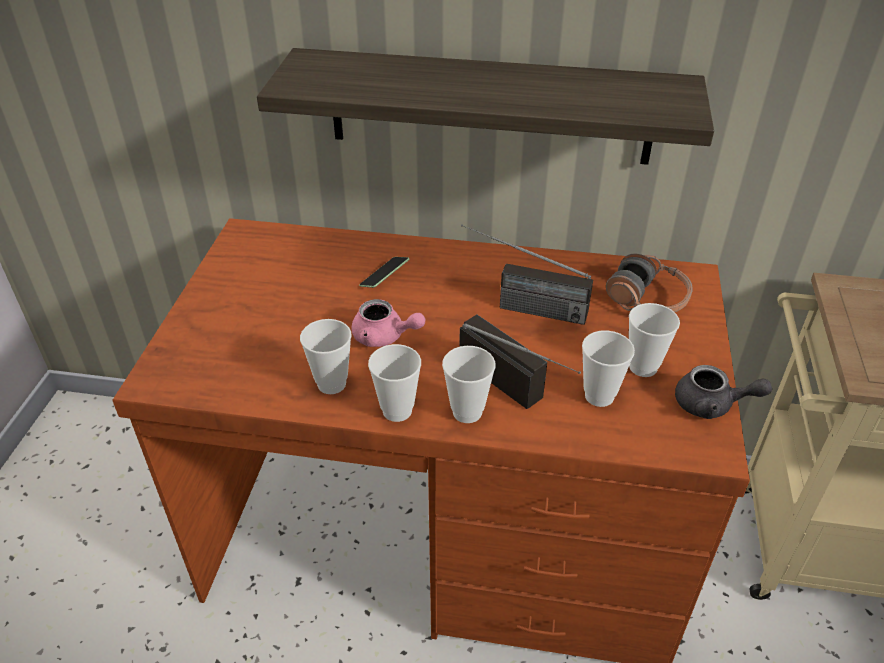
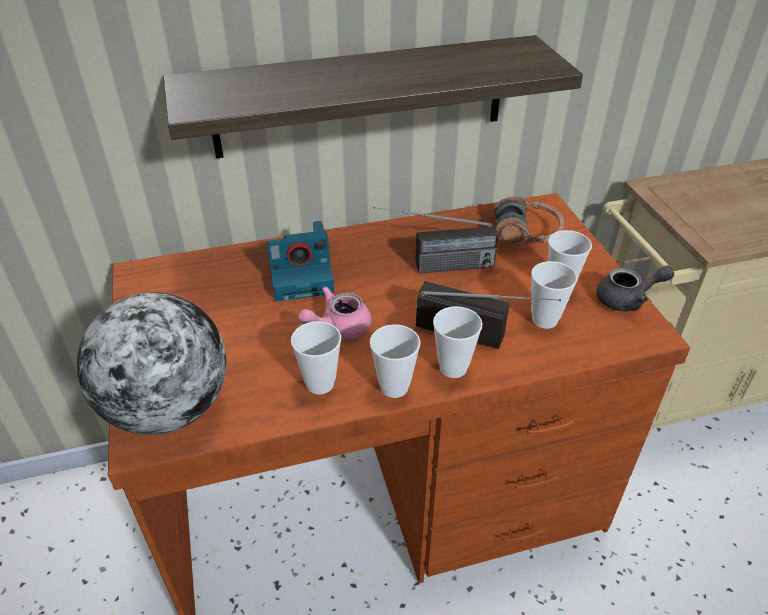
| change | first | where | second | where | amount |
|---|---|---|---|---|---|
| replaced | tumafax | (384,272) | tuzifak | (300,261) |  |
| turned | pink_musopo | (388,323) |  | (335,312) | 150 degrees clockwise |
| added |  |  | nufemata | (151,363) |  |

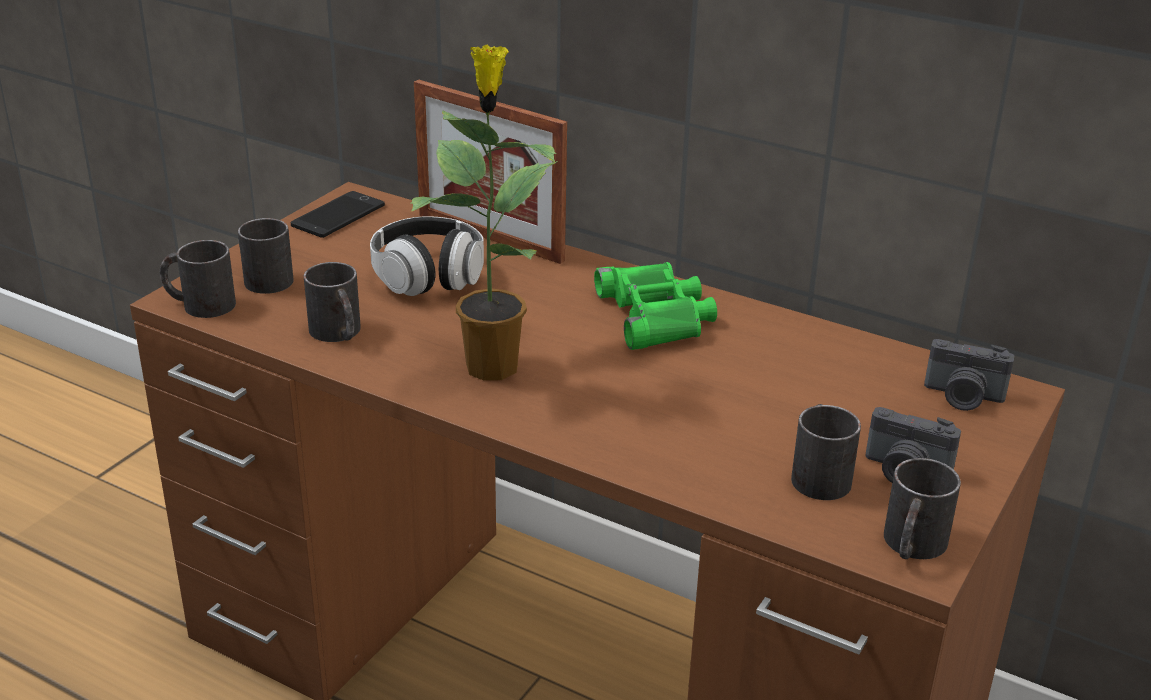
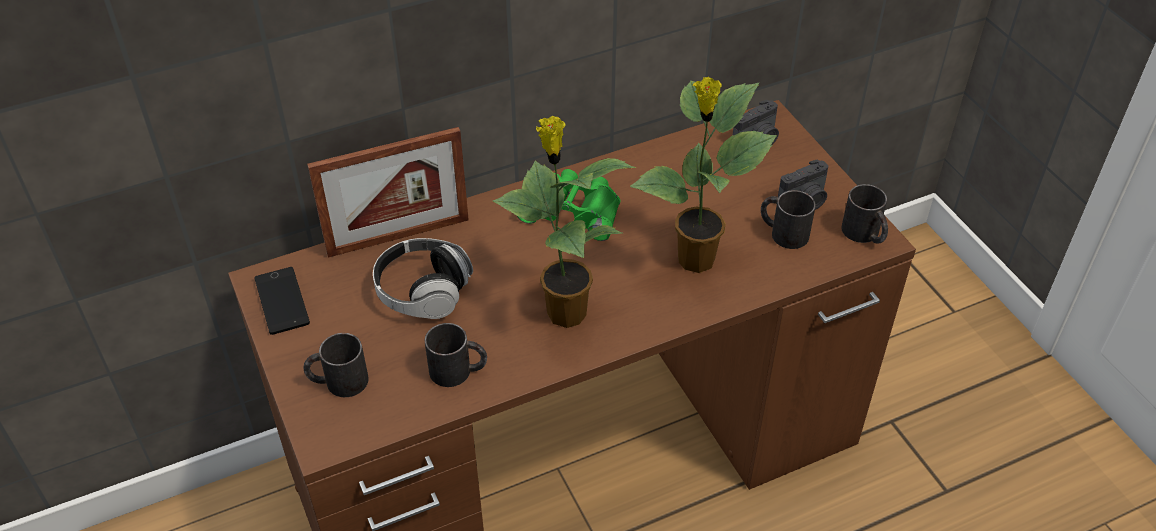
| change | first | where | second | where | amount |
|---|---|---|---|---|---|
| removed | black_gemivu | (198,279) |  |  |  |
| added |  |  | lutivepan | (703,175) |  |

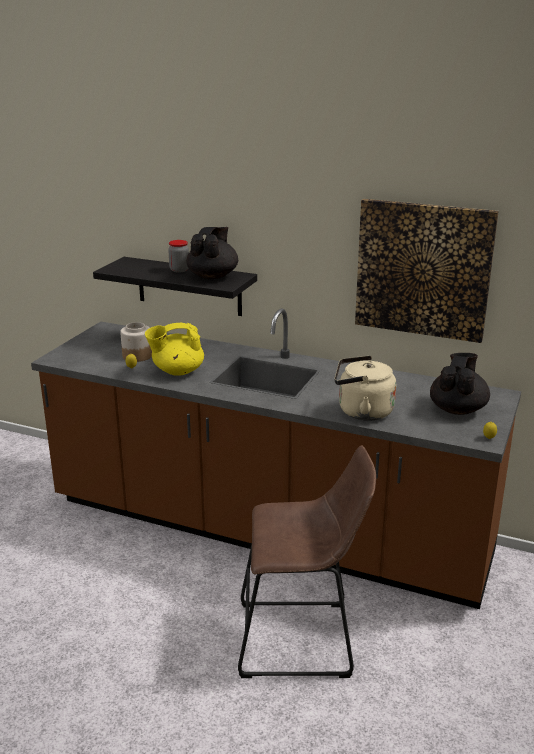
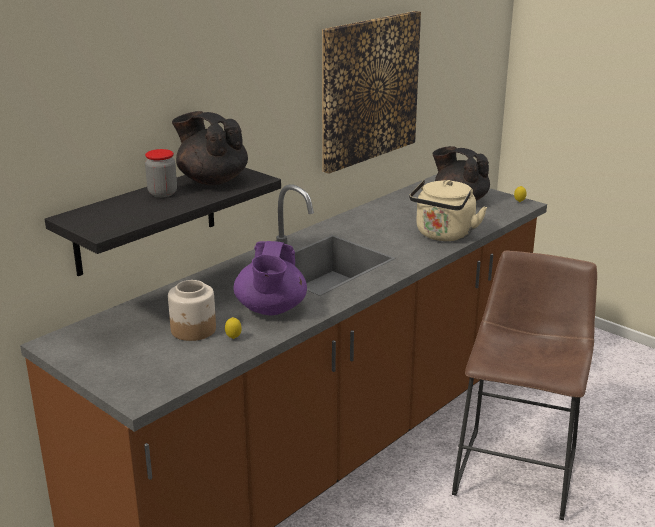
| change | first | where | second | where | amount |
|---|---|---|---|---|---|
| recoloured | yellow_musopo | (174,349) | purple_musopo | (270,278) |  |

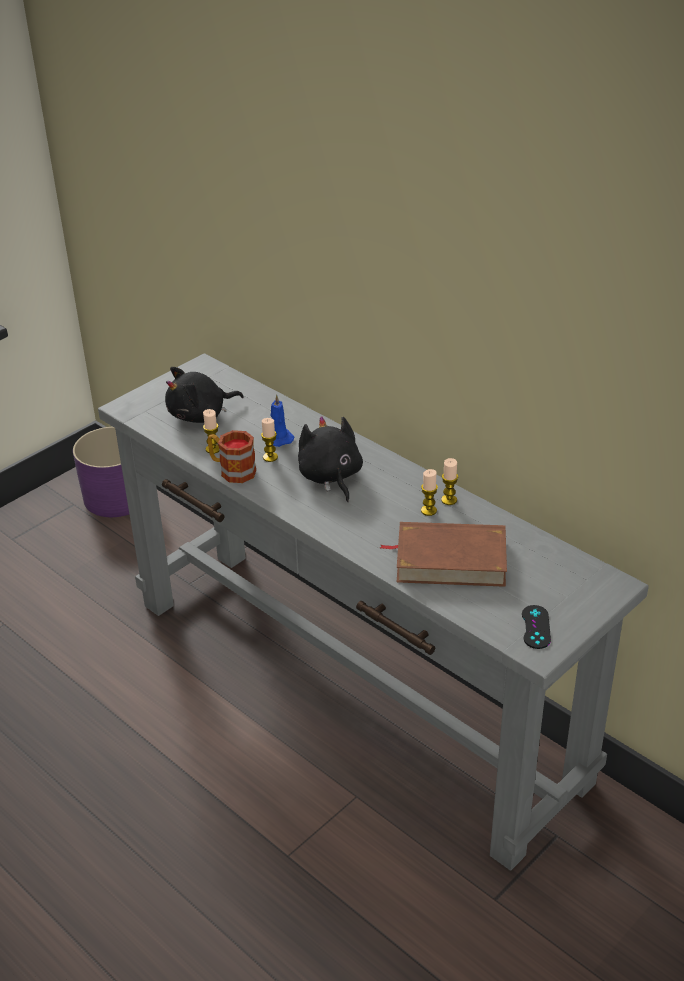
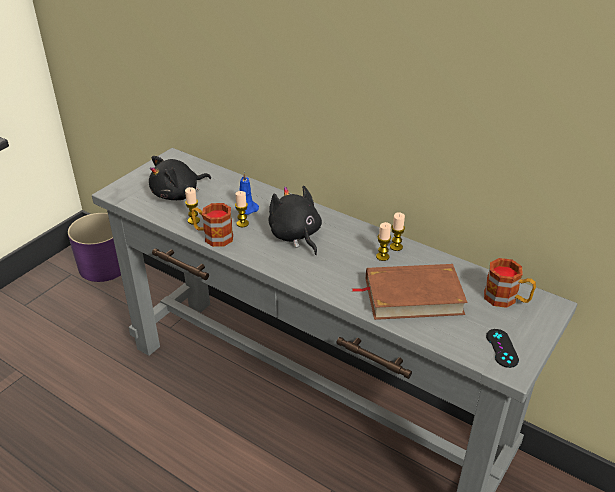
| change | first | where | second | where | amount |
|---|---|---|---|---|---|
| added |  |  | gemivu | (510,283) |  |

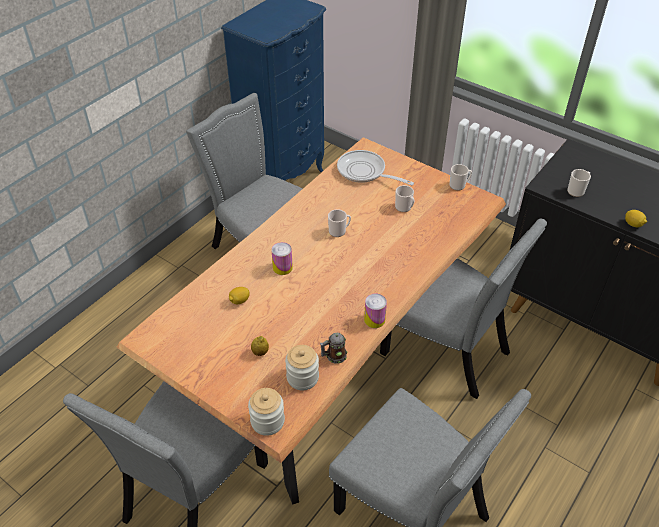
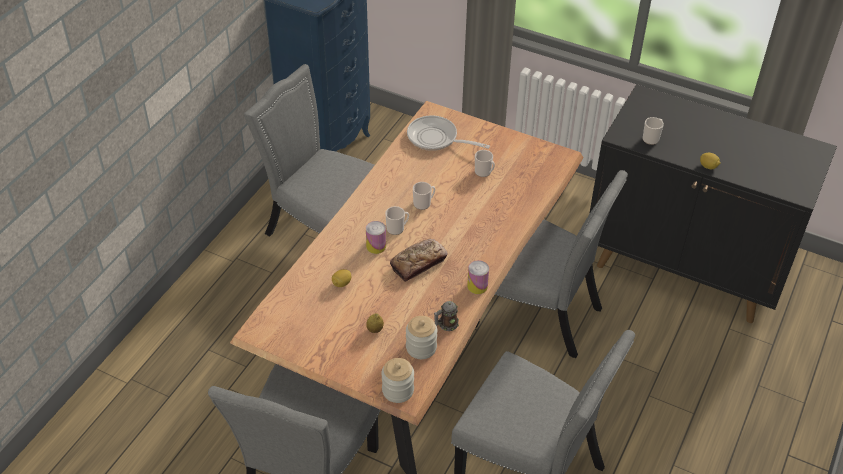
| change | first | where | second | where | amount |
|---|---|---|---|---|---|
| moved | gemivu | (461,177) |  | (397,220) |  |
| added |  |  | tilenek | (419,260) |  |

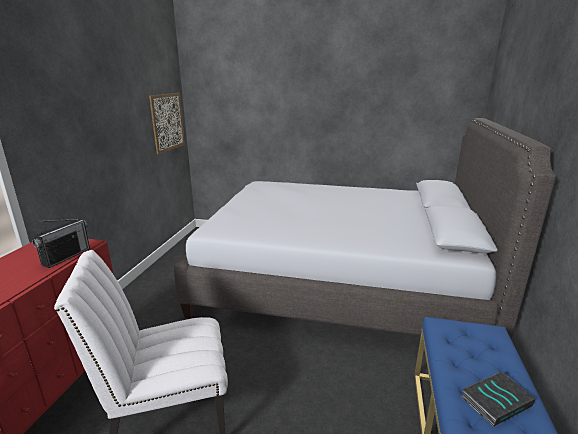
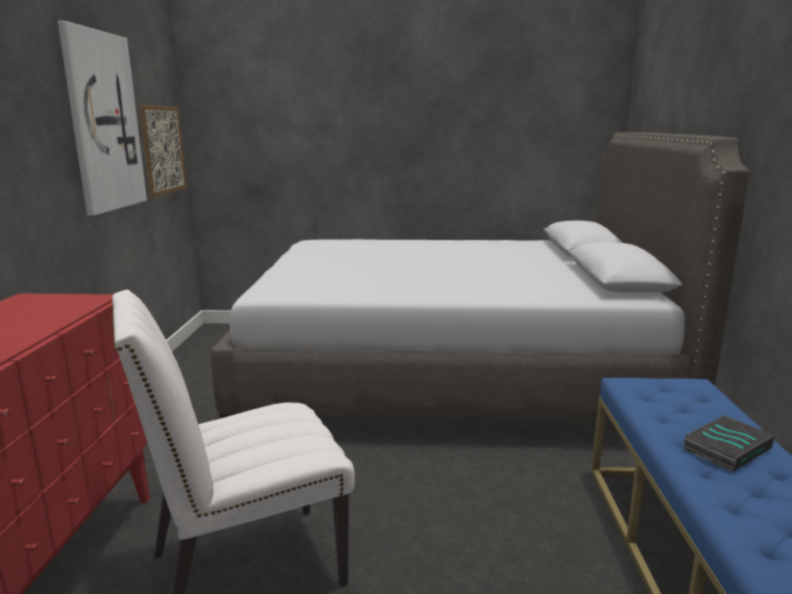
| change | first | where | second | where | amount |
|---|---|---|---|---|---|
| removed | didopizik | (61,243) |  |  |  |
| added |  |  | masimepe | (102,118) |  |

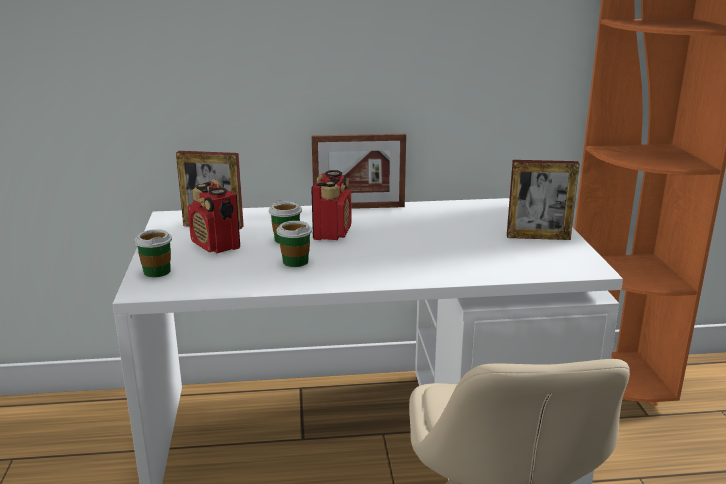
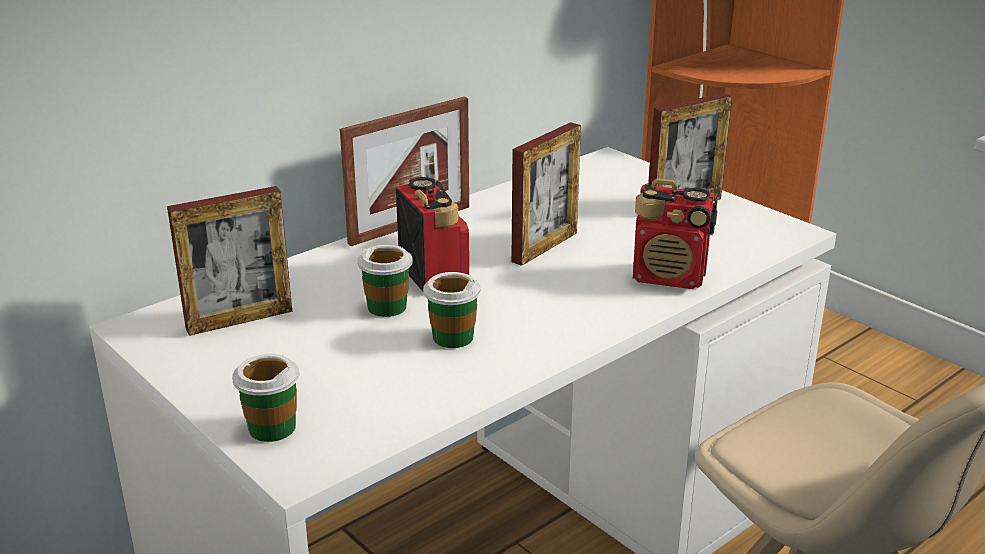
| change | first | where | second | where | amount |
|---|---|---|---|---|---|
| moved | didopizik | (214,216) |  | (675,233) |  |
| added |  |  | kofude | (546,194) |  |

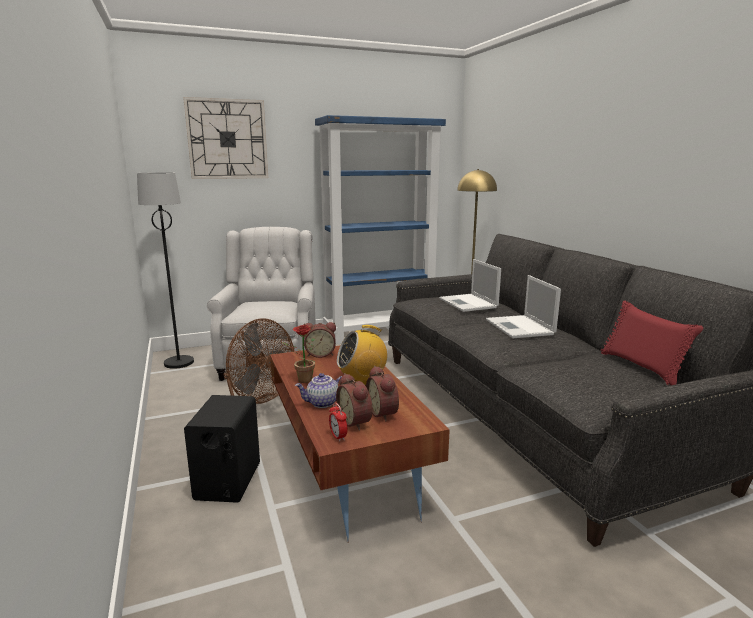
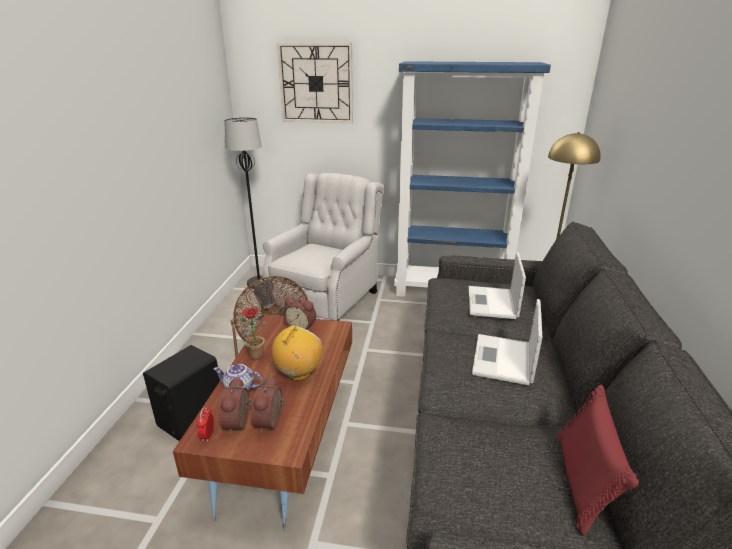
| change | first | where | second | where | amount |
|---|---|---|---|---|---|
| turned | didopizik | (362,355) |  | (297,353) | 105 degrees clockwise |

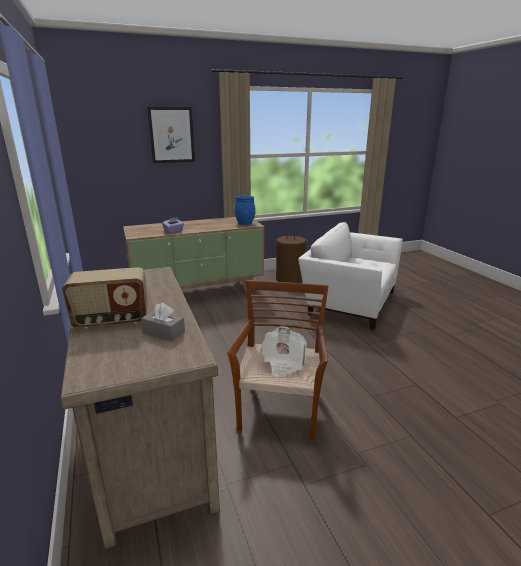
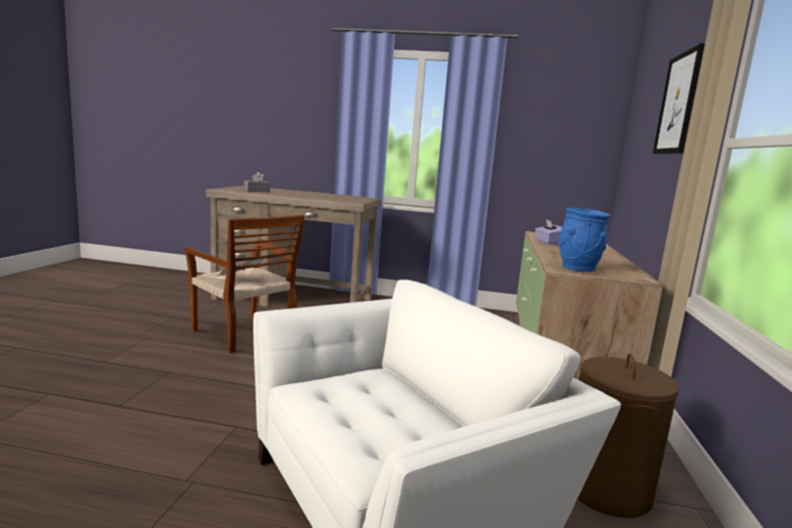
| change | first | where | second | where | amount |
|---|---|---|---|---|---|
| removed | didopizik | (105,298) |  |  |  |

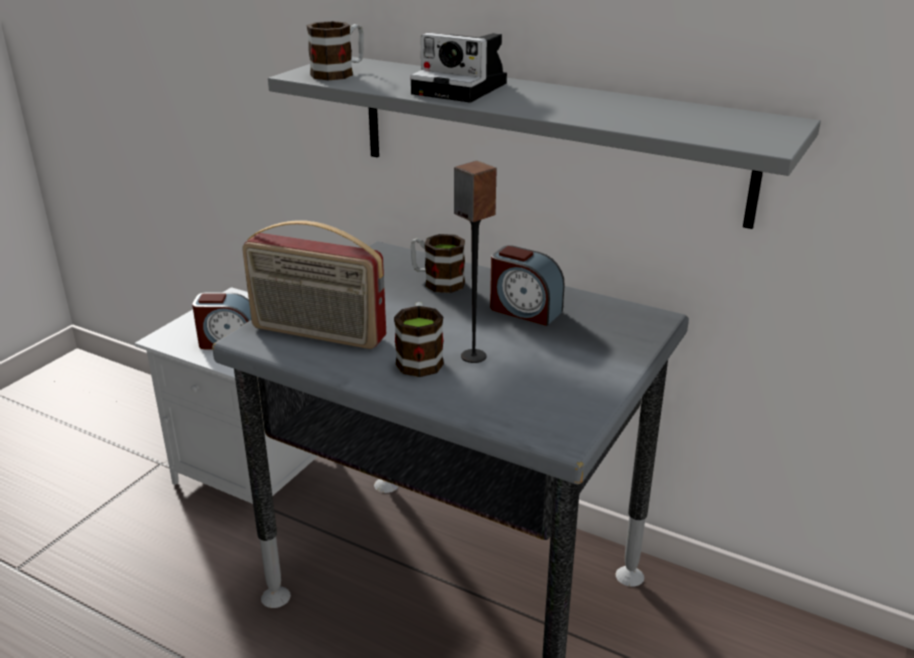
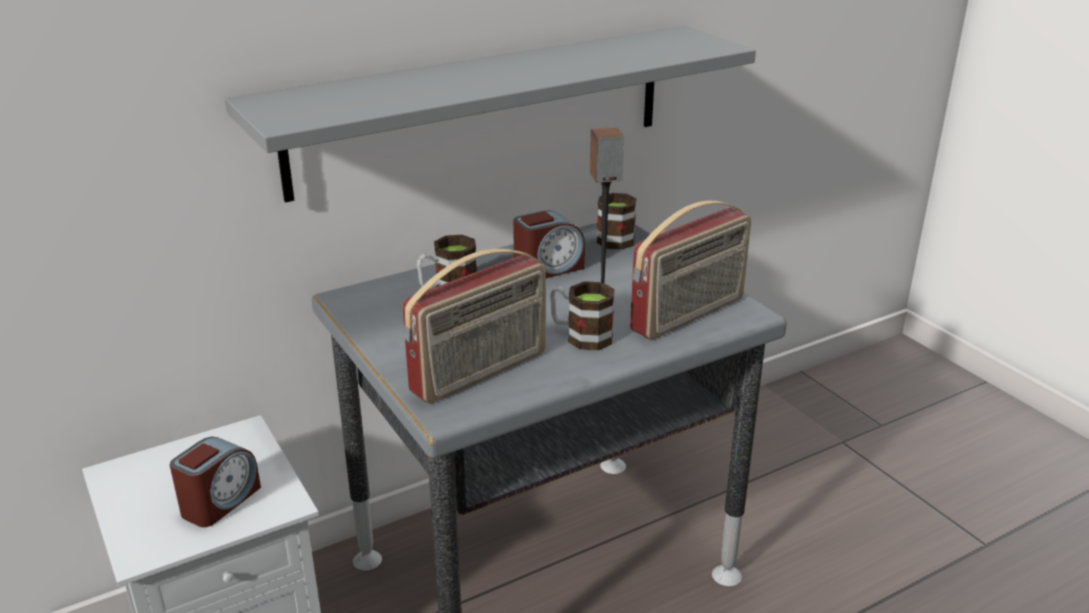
| change | first | where | second | where | amount |
|---|---|---|---|---|---|
| moved | gemivu | (335,50) |  | (617,220) |  |
| removed | tuzifak | (458,68) |  |  |  |
| added |  |  | didopizik | (690,270) |  |

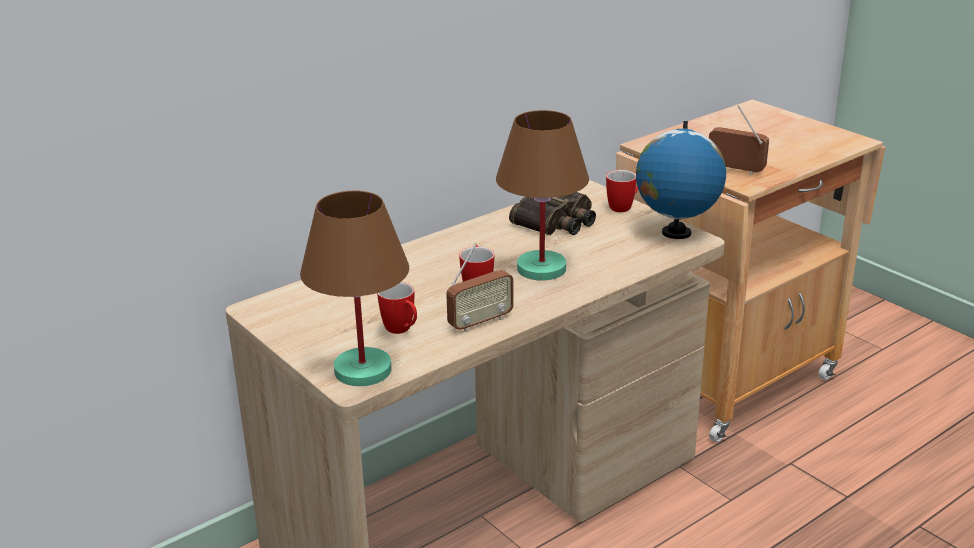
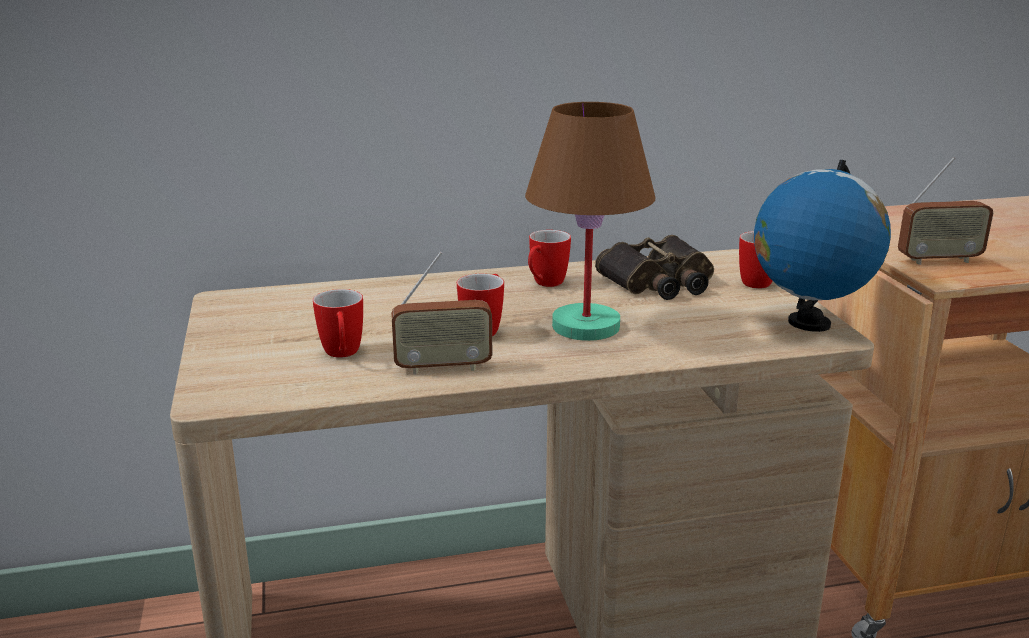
| change | first | where | second | where | amount |
|---|---|---|---|---|---|
| turned | didopizik | (739,140) |  | (945,211) | 120 degrees clockwise |
| removed | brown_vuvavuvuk | (354,288) |  |  |  |
| added |  |  | gemivu | (549,258) |  |

